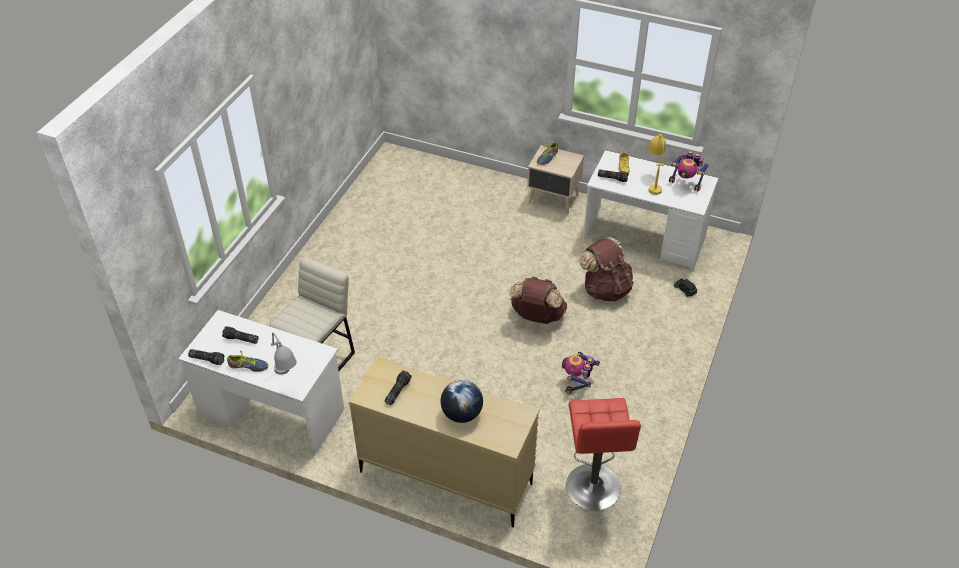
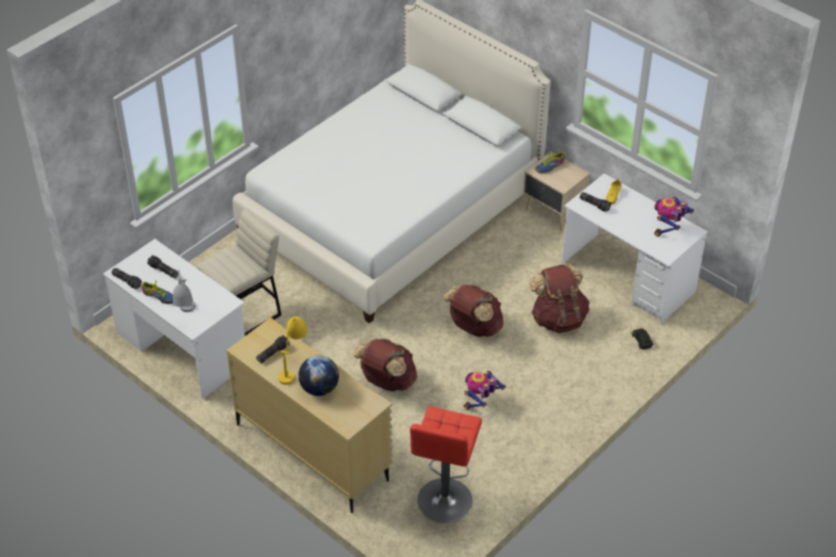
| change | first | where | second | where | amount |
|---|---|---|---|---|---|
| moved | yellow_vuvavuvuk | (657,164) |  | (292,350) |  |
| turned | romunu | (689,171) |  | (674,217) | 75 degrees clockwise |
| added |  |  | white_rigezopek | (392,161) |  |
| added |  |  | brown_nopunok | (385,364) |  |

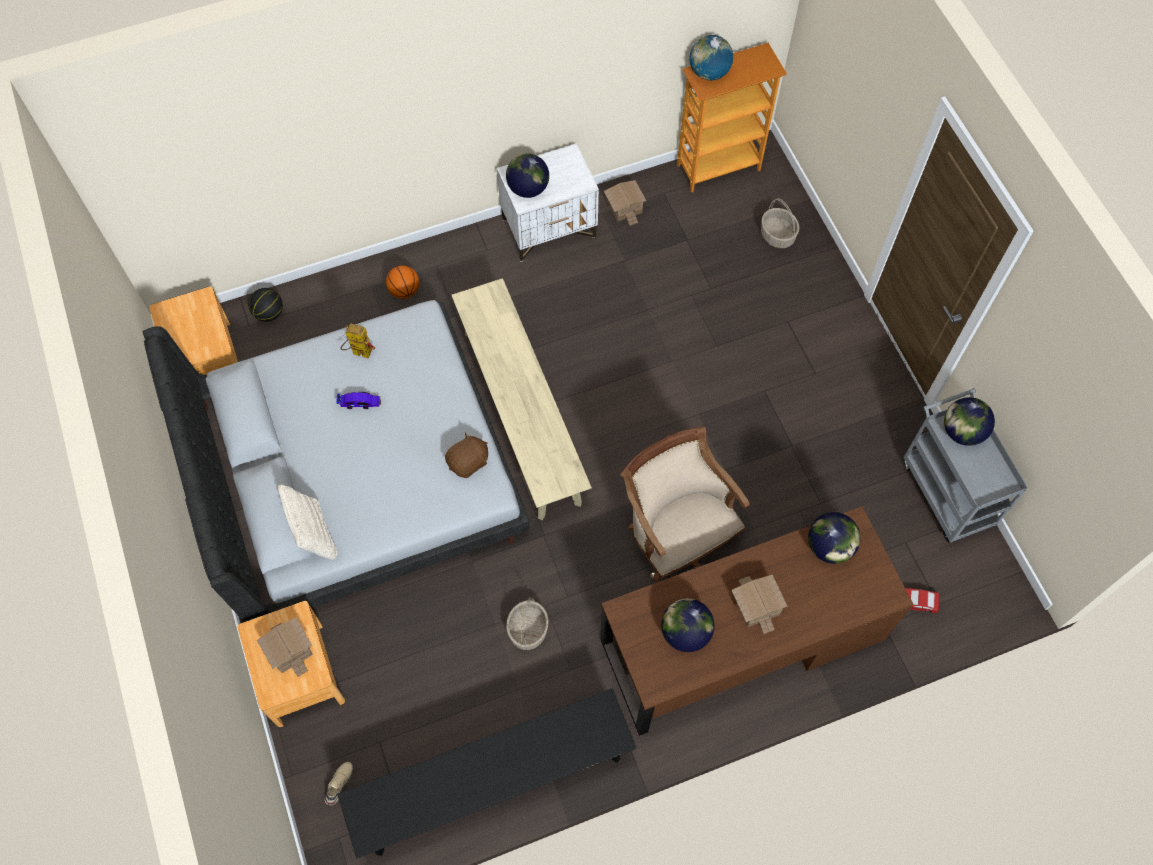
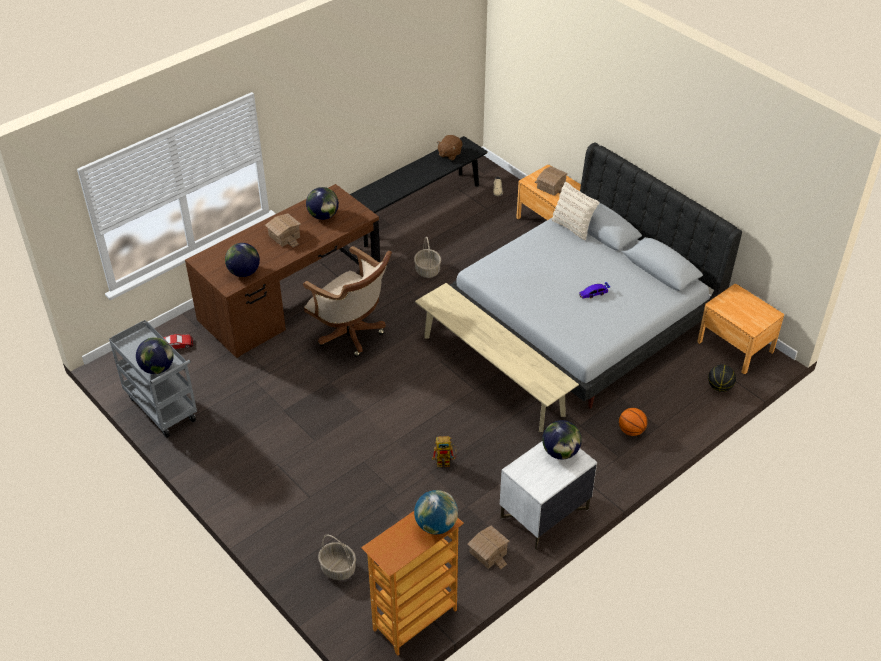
| change | first | where | second | where | amount |
|---|---|---|---|---|---|
| moved | romunu | (357,341) |  | (444,451) |  |
| moved | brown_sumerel | (466,455) |  | (449,147) |  |

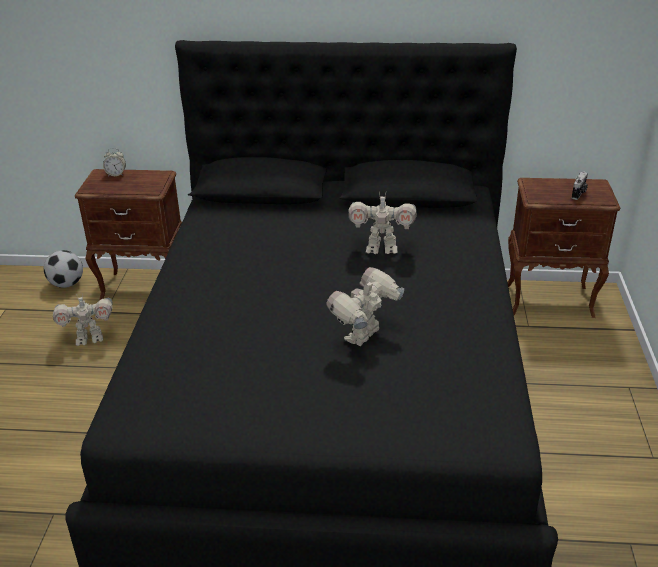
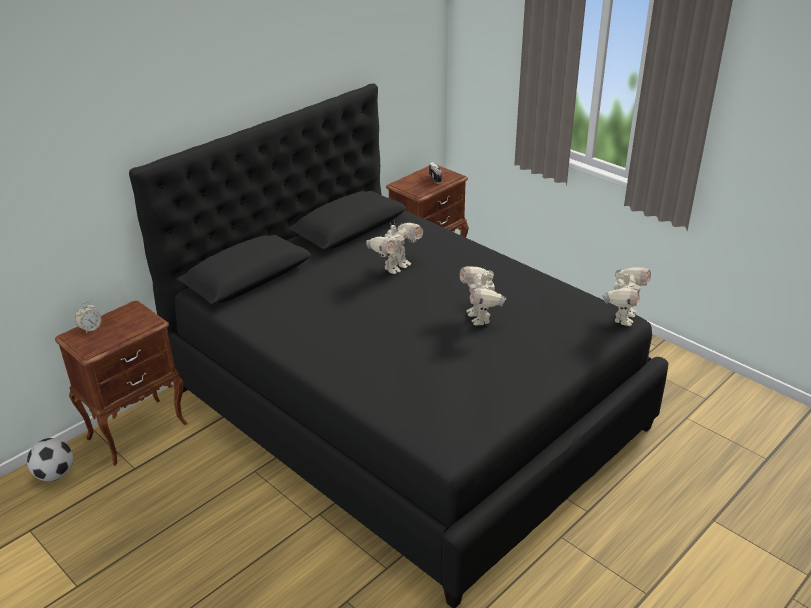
| change | first | where | second | where | amount |
|---|---|---|---|---|---|
| moved | romunu | (83,320) |  | (626,296) |  |

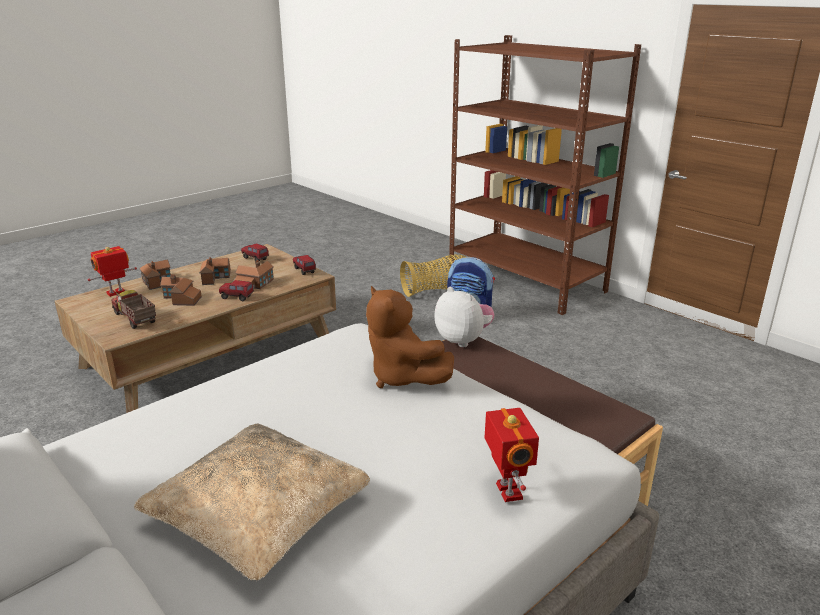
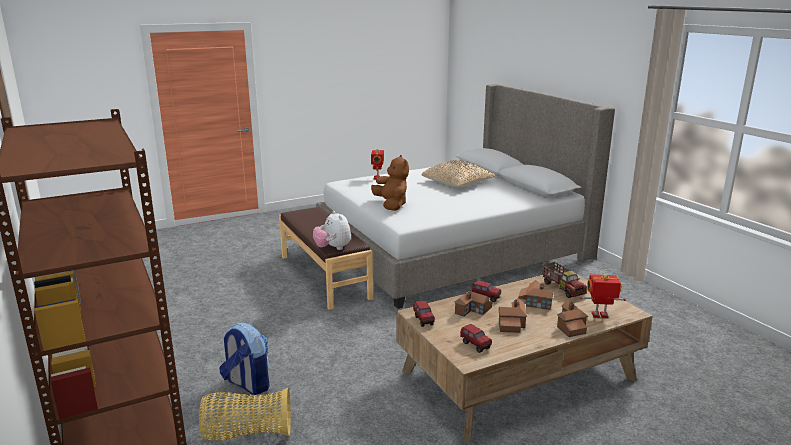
| change | first | where | second | where | amount |
|---|---|---|---|---|---|
| turned | romunu | (112,271) |  | (603,296) | 150 degrees counterclockwise |

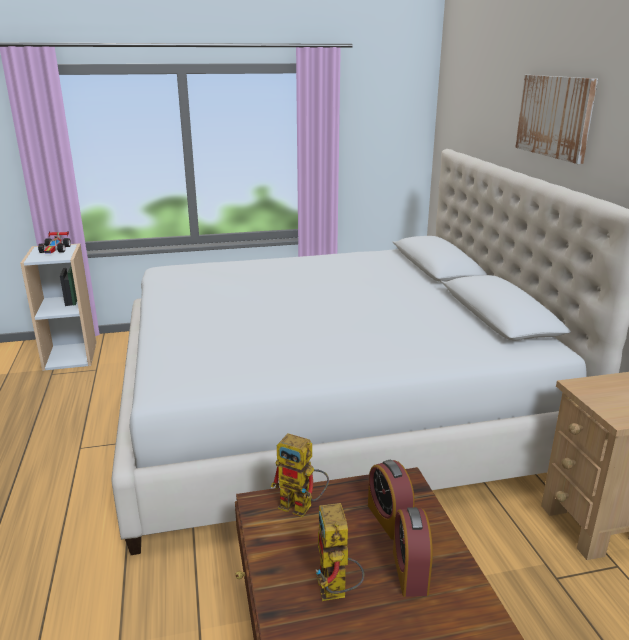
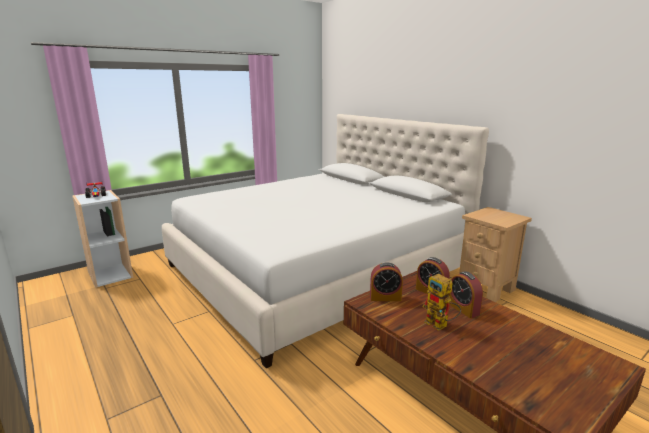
| change | first | where | second | where | amount |
|---|---|---|---|---|---|
| removed | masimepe | (556,119) |  |  |  |
| replaced | romunu | (300,475) | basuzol | (386,281) |  |

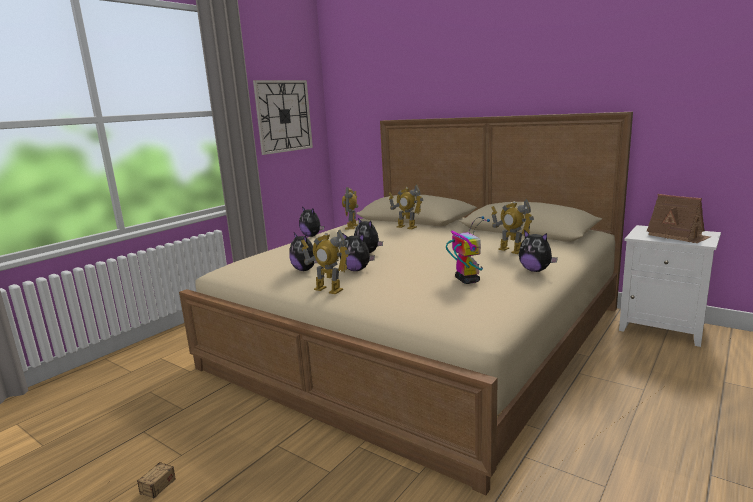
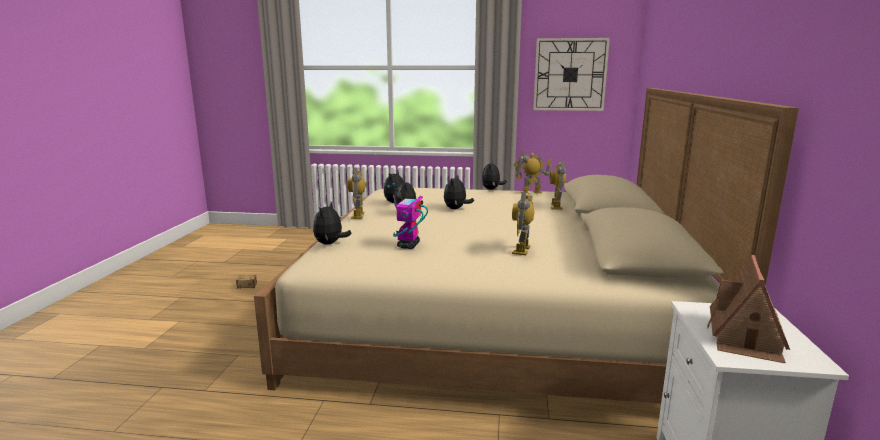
| change | first | where | second | where | amount |
|---|---|---|---|---|---|
| turned | romunu | (468,250) |  | (407,215) | 150 degrees clockwise |
| moved | sumerel | (538,251) |  | (332,223) |  |

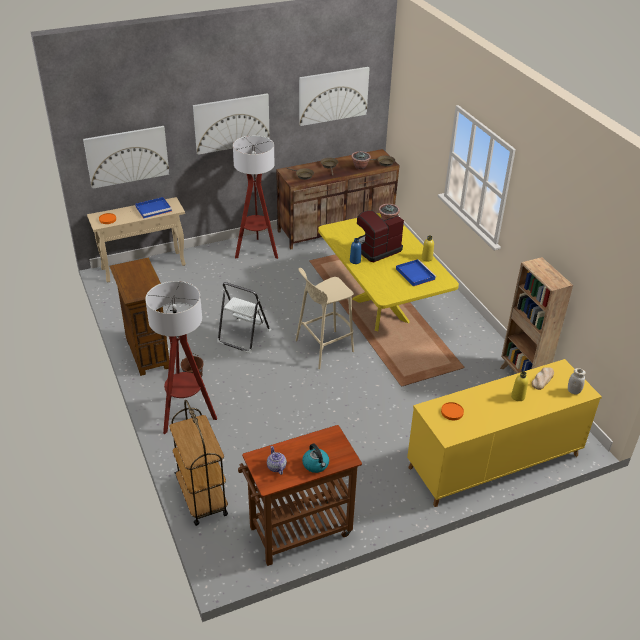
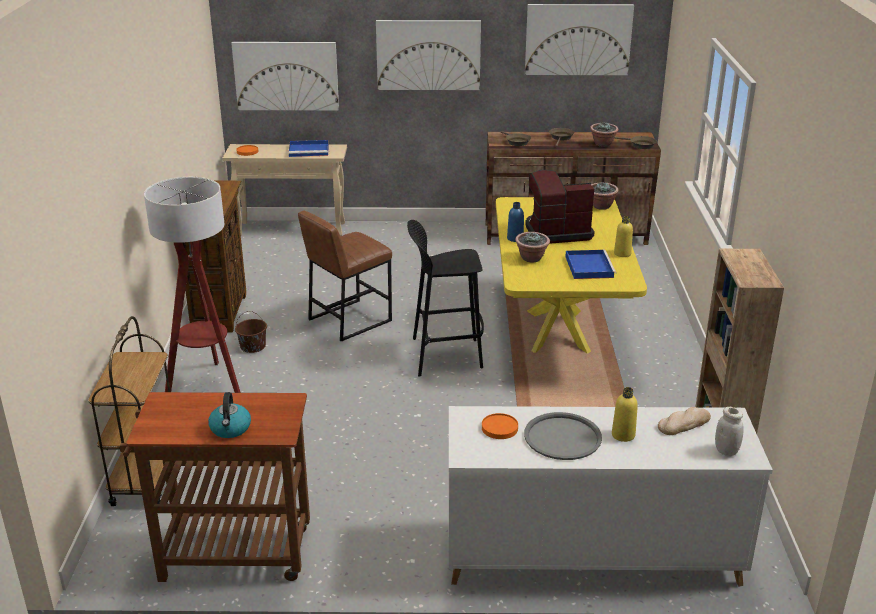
| change | first | where | second | where | amount |
|---|---|---|---|---|---|
| removed | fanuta | (255,197) |  |  |  |
| recoloured | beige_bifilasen | (324,318) | black_bifilasen | (445,298) |  |
| replaced | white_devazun | (244,318) | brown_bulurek | (345,276) |  |
| recoloured | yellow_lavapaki | (504,433) | white_lavapaki | (611,496) |  |
| removed | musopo | (277,460) |  |  |  |
| added |  |  | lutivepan | (532,247) |  |
| added |  |  | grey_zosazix | (563,436) |  |

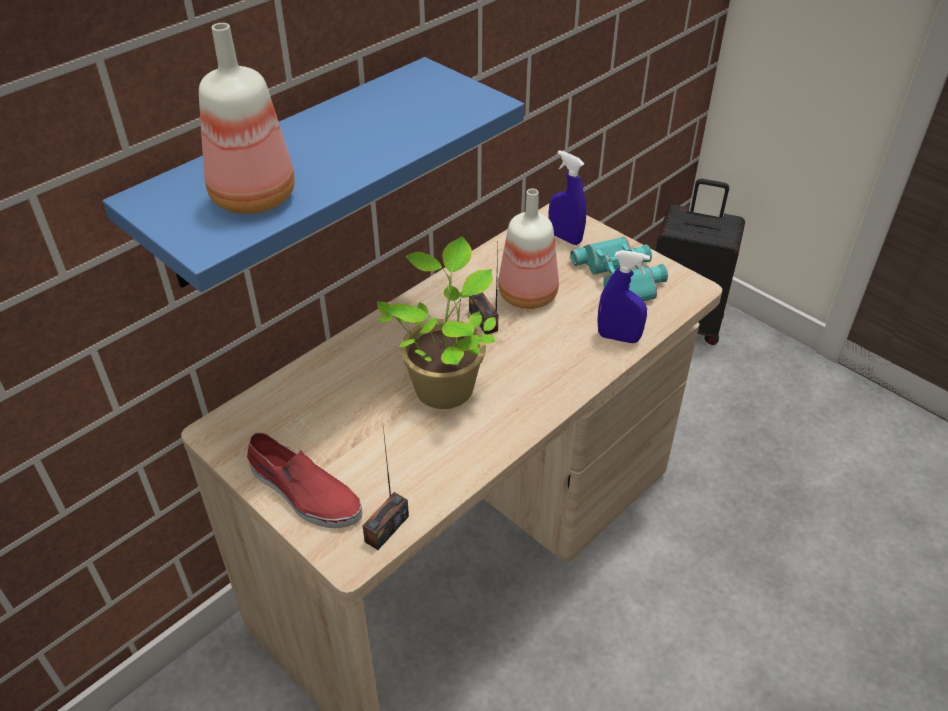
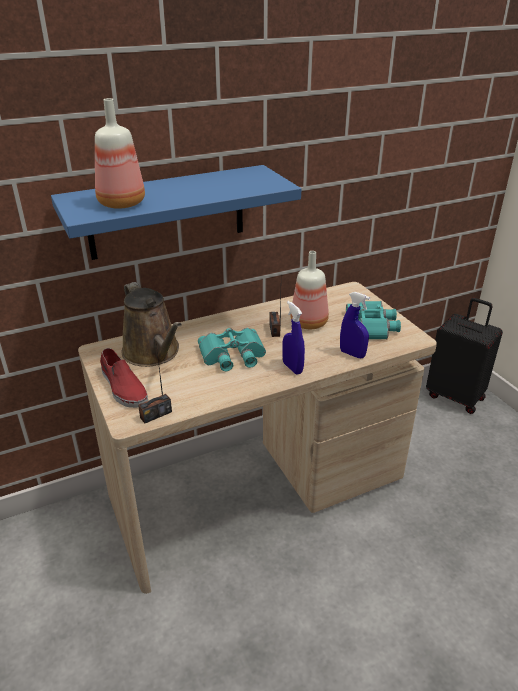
| change | first | where | second | where | amount |
|---|---|---|---|---|---|
| moved | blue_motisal | (567,197) |  | (293,338) |  |
| replaced | lutivepan | (436,323) | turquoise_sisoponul | (232,349) |  |
| added |  |  | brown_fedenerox | (152,324) |  |

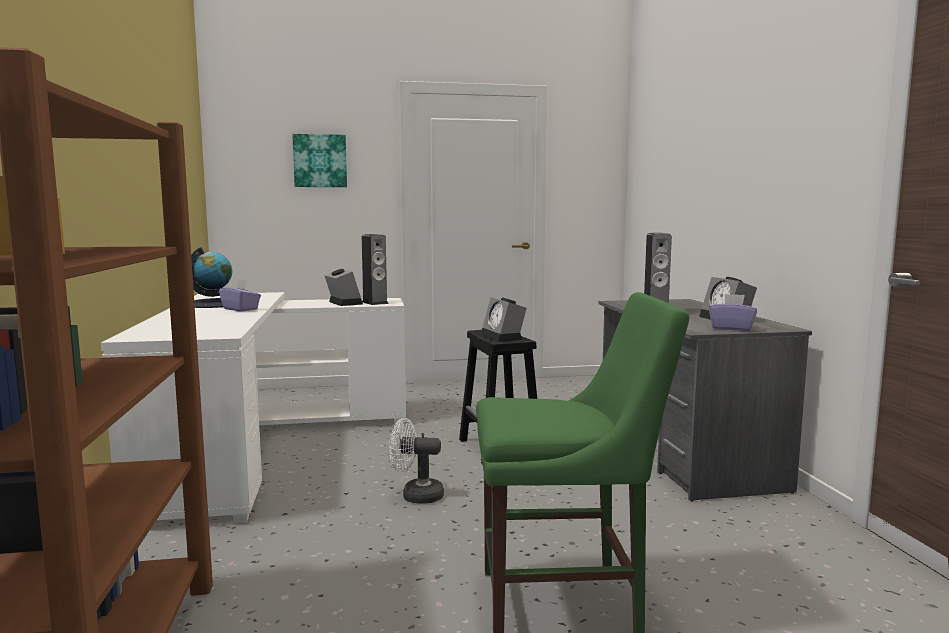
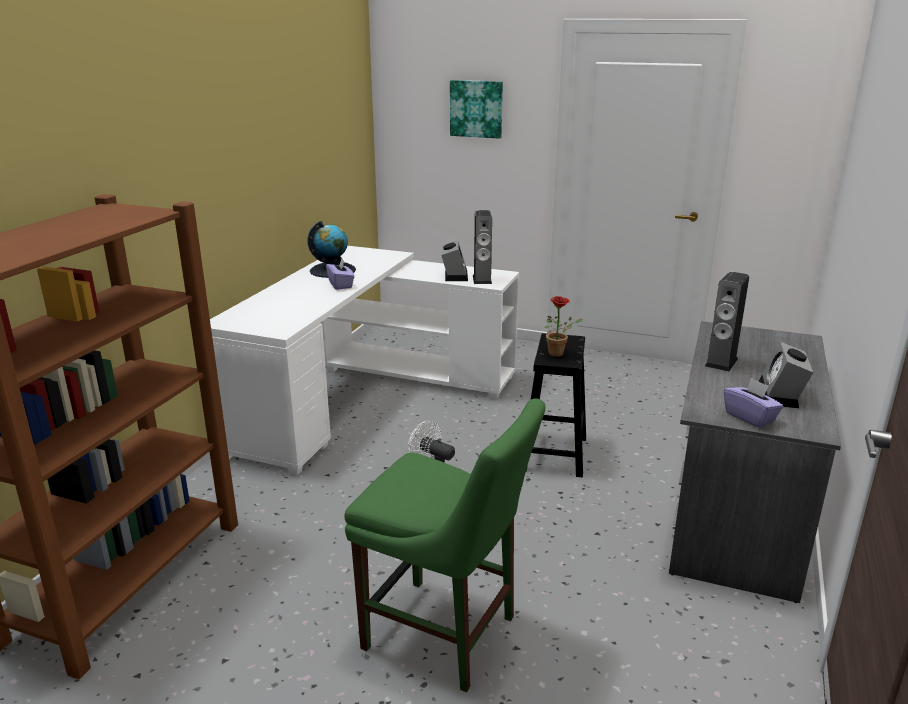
| change | first | where | second | where | amount |
|---|---|---|---|---|---|
| replaced | basuzol | (504,320) | lutivepan | (564,326) |  |

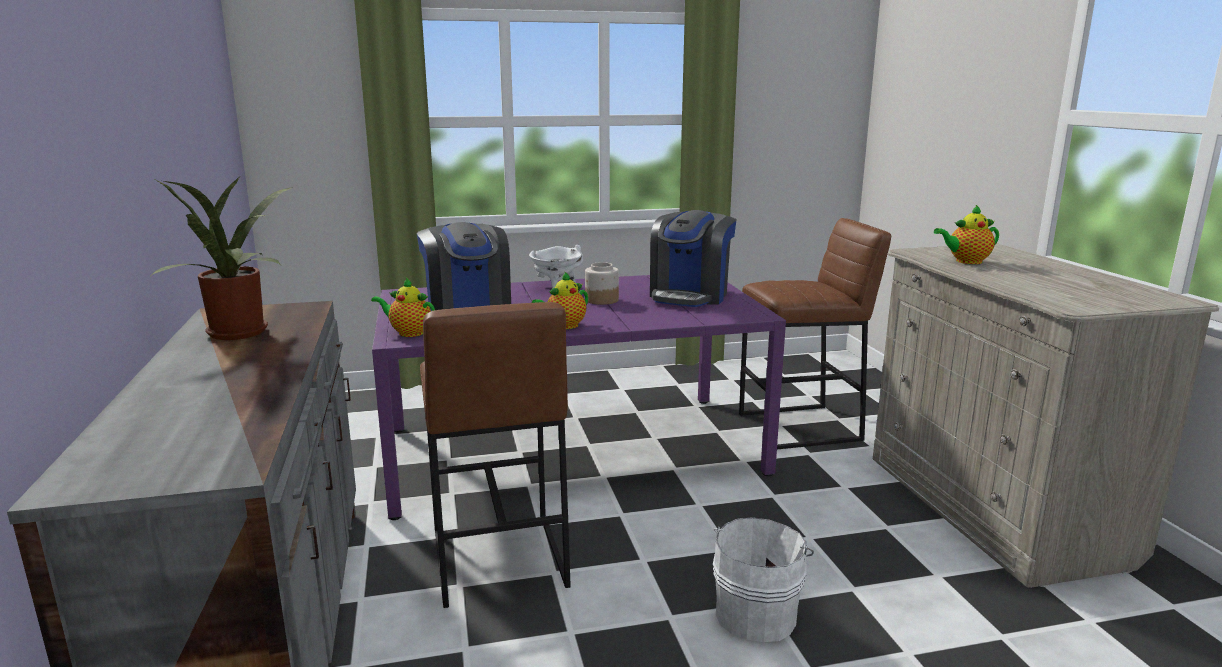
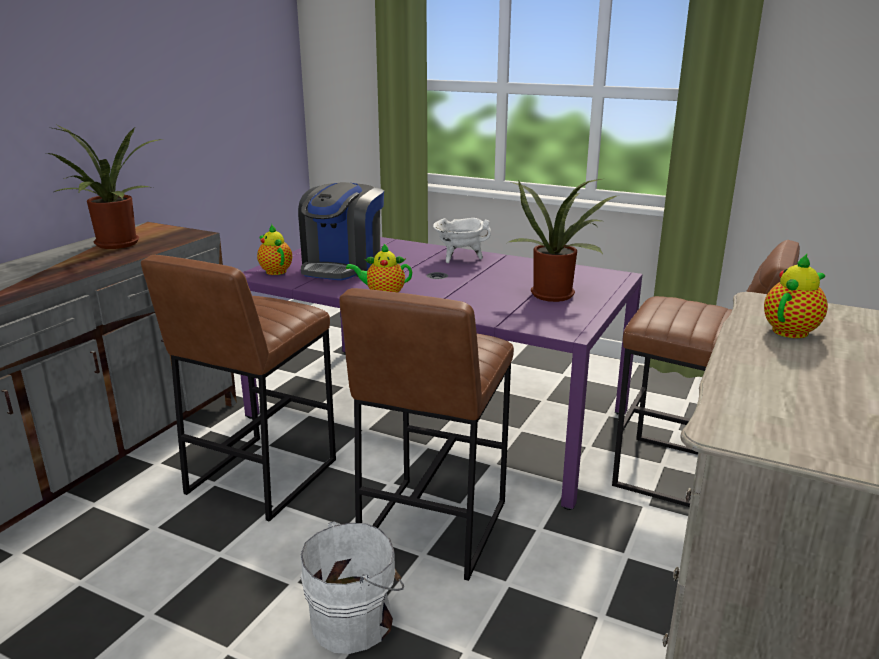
| change | first | where | second | where | amount |
|---|---|---|---|---|---|
| turned | musopo | (966,234) |  | (796,296) | 105 degrees clockwise |
| replaced | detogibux | (693,258) | lutivepan | (562,240) |  |
| removed | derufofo | (602,283) |  |  |  |
| added |  |  | brown_bifilasen | (426,434) |  |

